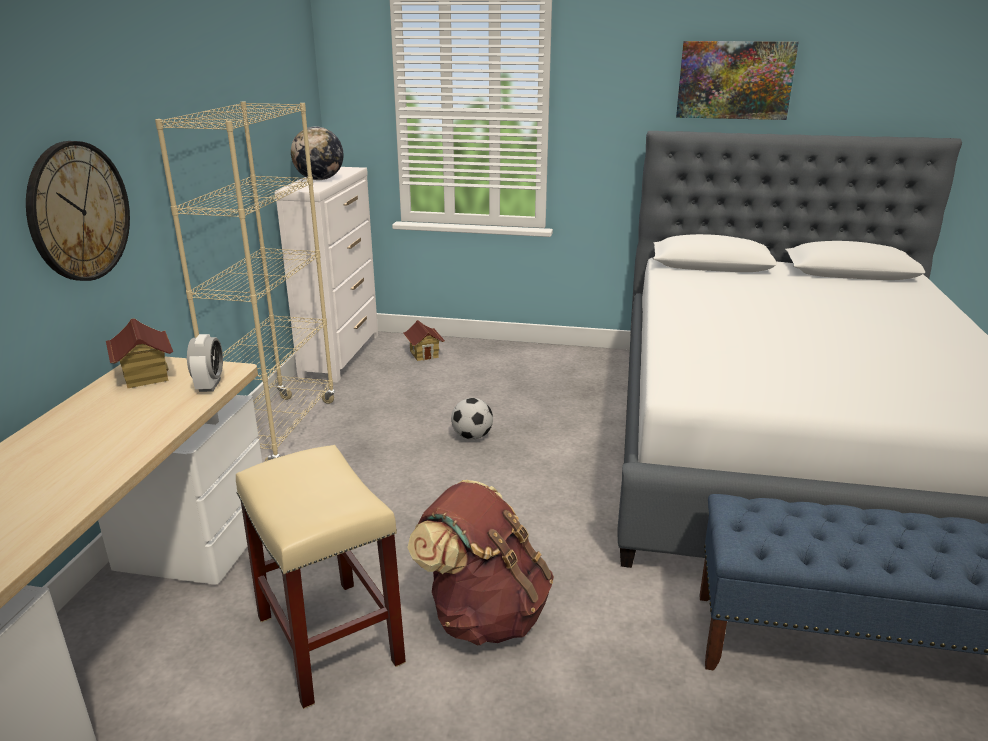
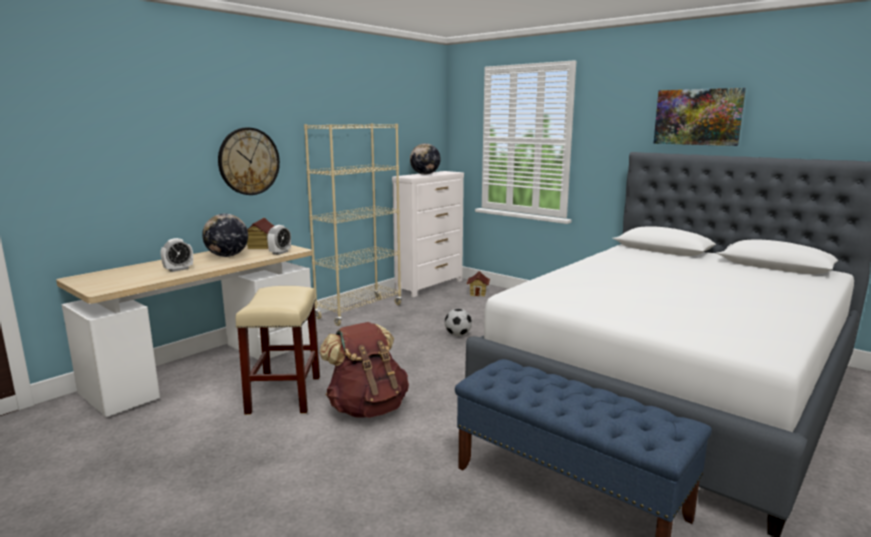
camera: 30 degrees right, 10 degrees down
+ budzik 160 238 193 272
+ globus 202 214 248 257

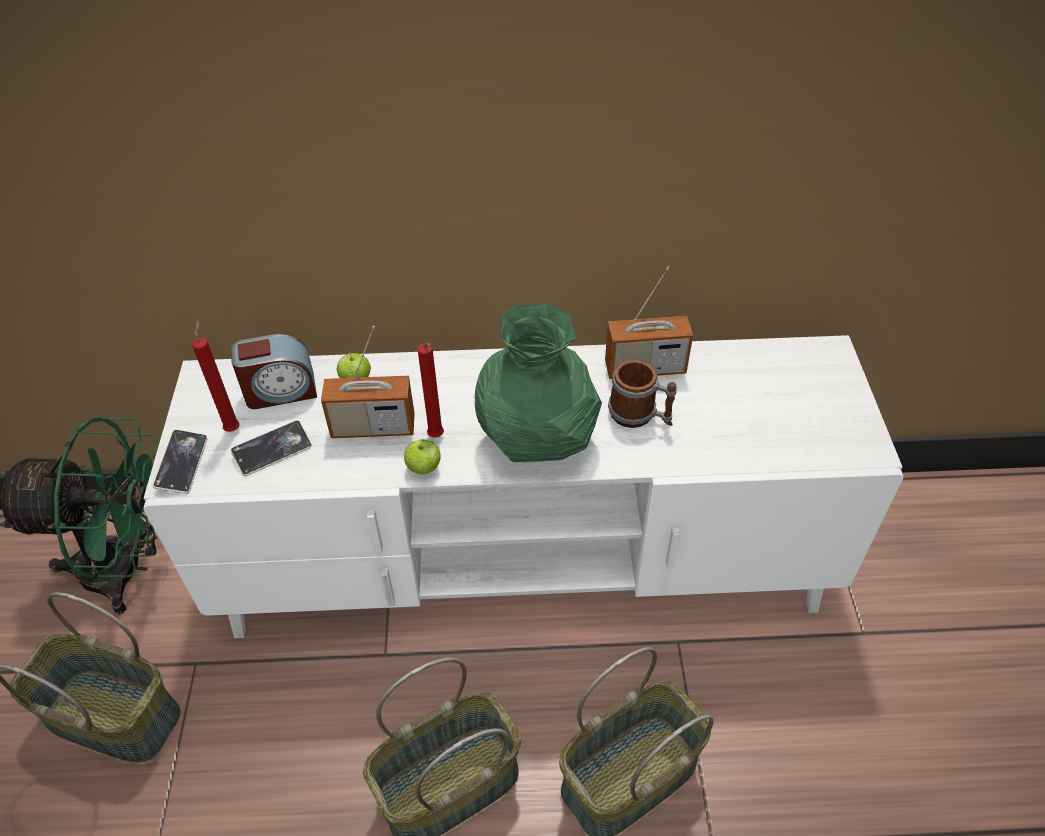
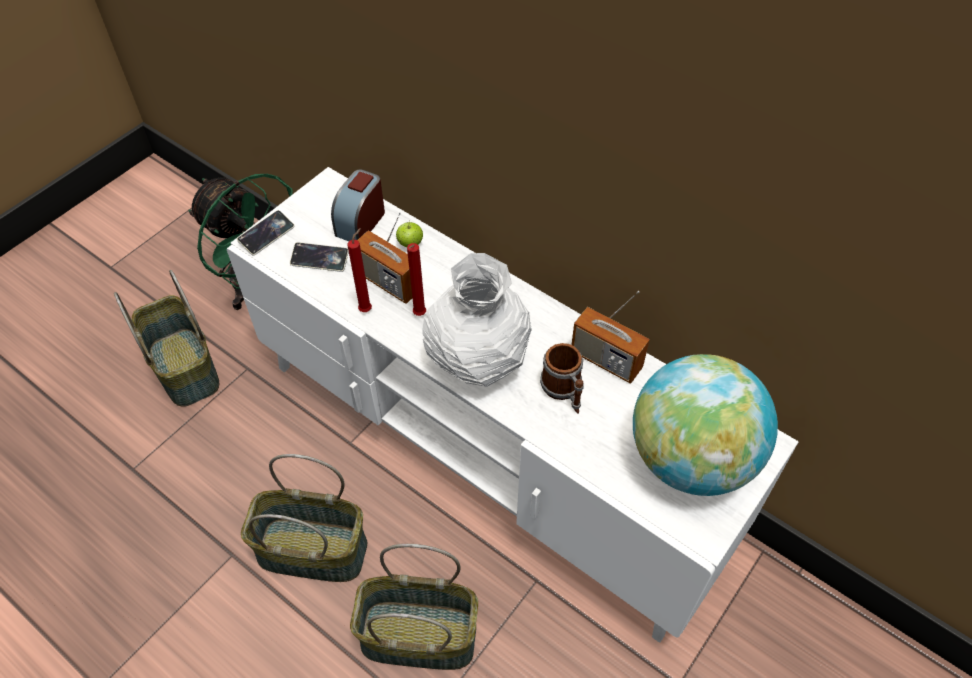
camera: 40 degrees right, 5 degrees up
~ budzik 231 334 317 409 = 331 170 385 241 90 degrees clockwise
~ świeca [czerwony] 192 321 240 432 to 348 228 372 312
~ wazon [zielony] 475 303 602 463 to wazon [biały] 422 253 532 387
+ globus 633 354 778 496
- jabłko 404 440 441 474

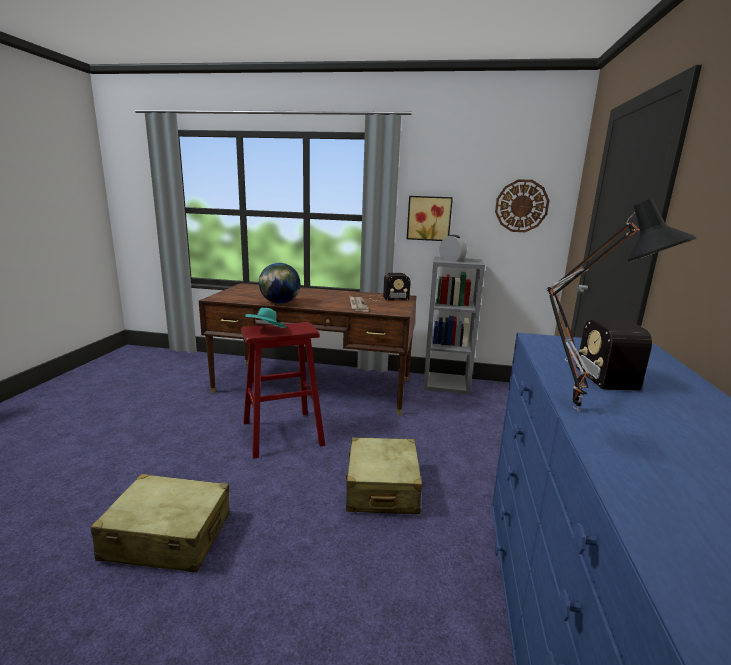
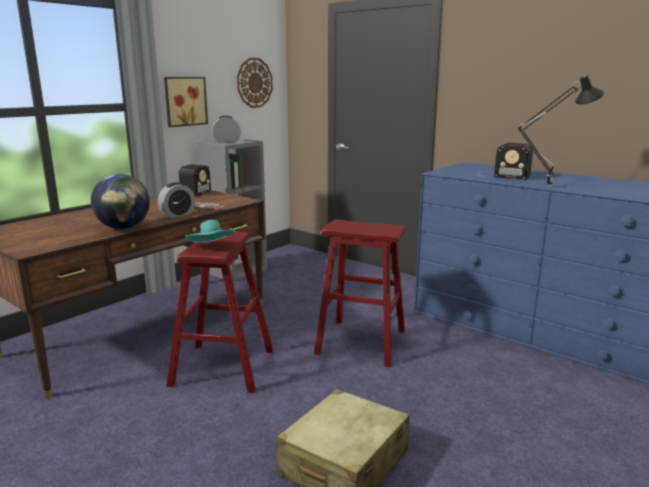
camera: 60 degrees left, 0 degrees up
+ budzik 158 182 195 218
~ walizka [beżowy] 346 437 422 514 to stołek [czerwony] 314 220 406 367

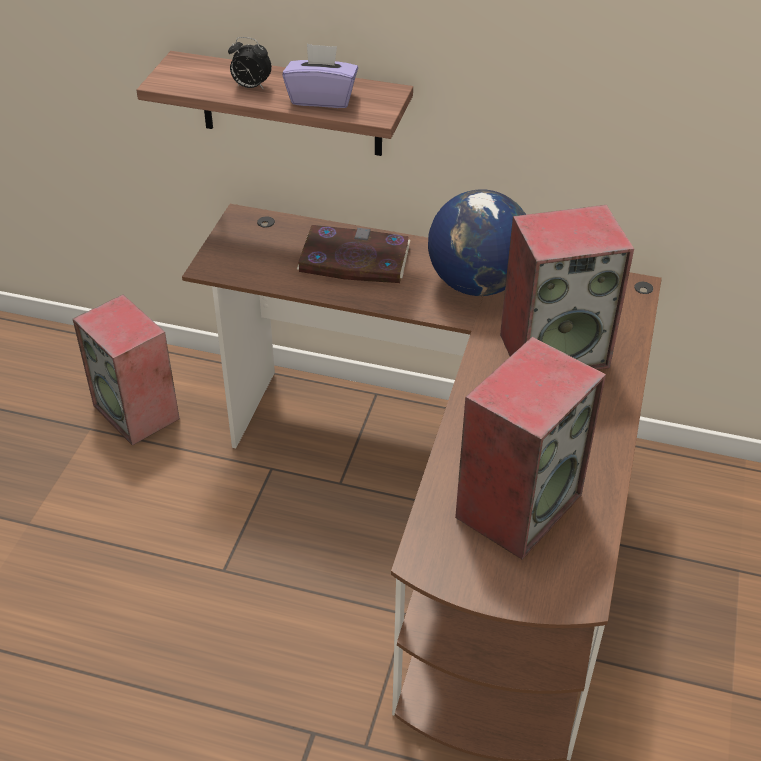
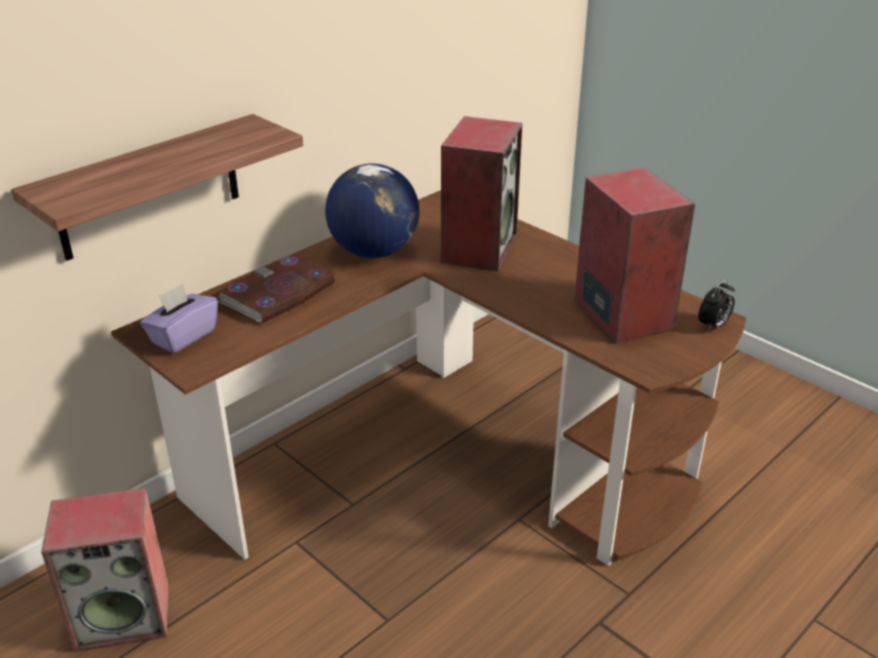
camera: 60 degrees left, 10 degrees down
~ pudełko chusteczek [fioletowy] 282 44 358 108 to 140 284 218 353
~ budzik 228 37 272 90 to 698 279 735 332

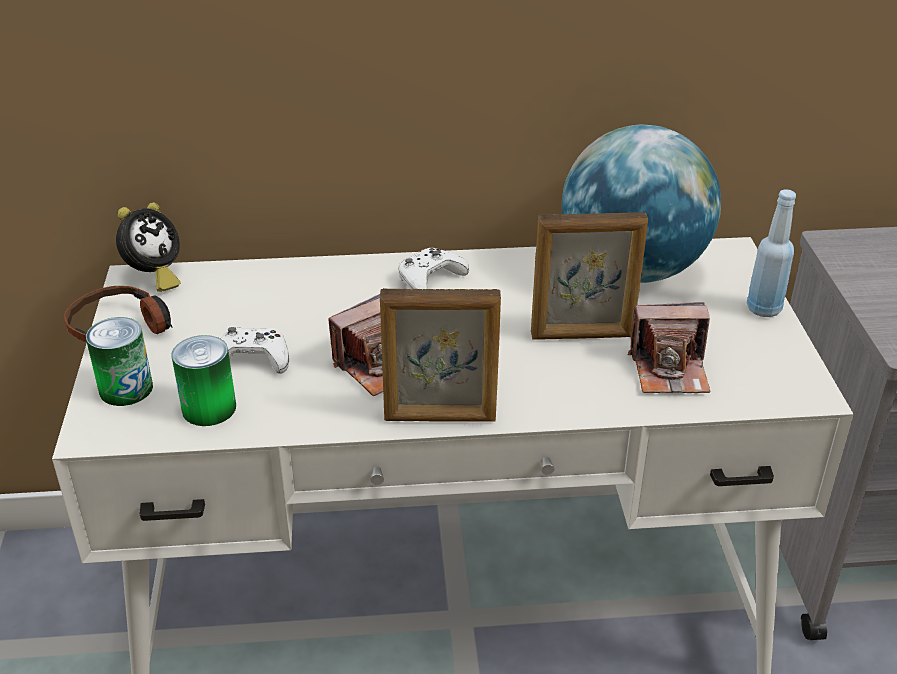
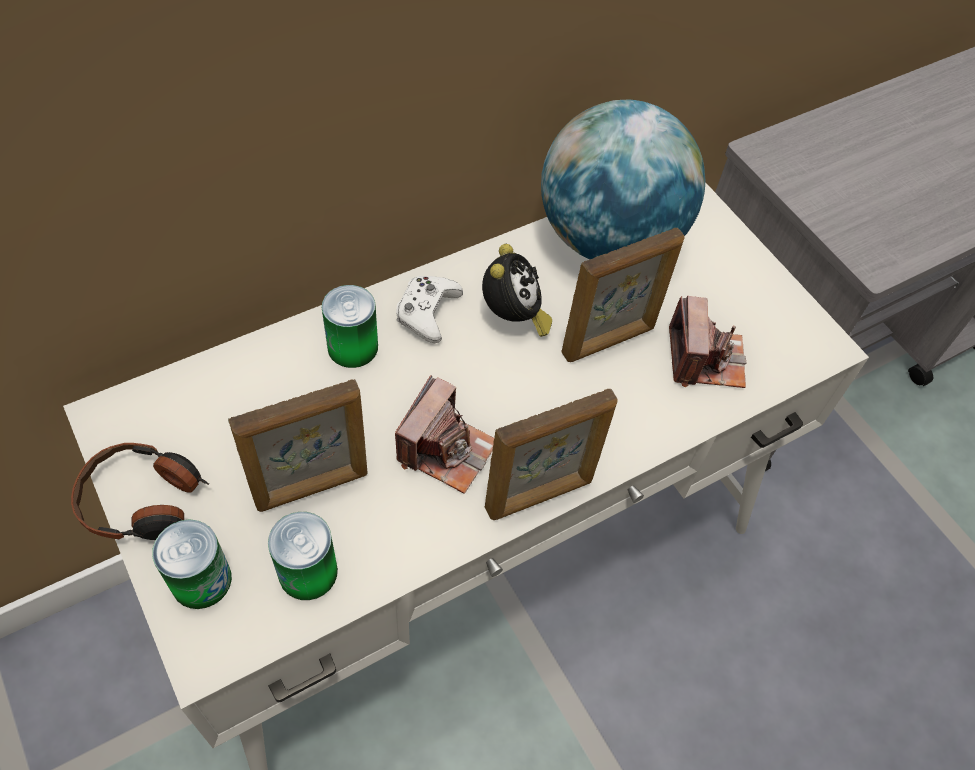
camera: 30 degrees left, 20 degrees up
~ pad do gier [biały] 220 327 289 374 to ramka na zdjęcie 228 379 367 512
+ puszka 322 285 378 368
~ budzik 116 203 180 292 to 482 244 552 337
~ aparat fotograficzny 628 302 711 393 = 669 296 747 388 60 degrees counterclockwise
- butelka [niebieski] 747 189 796 317

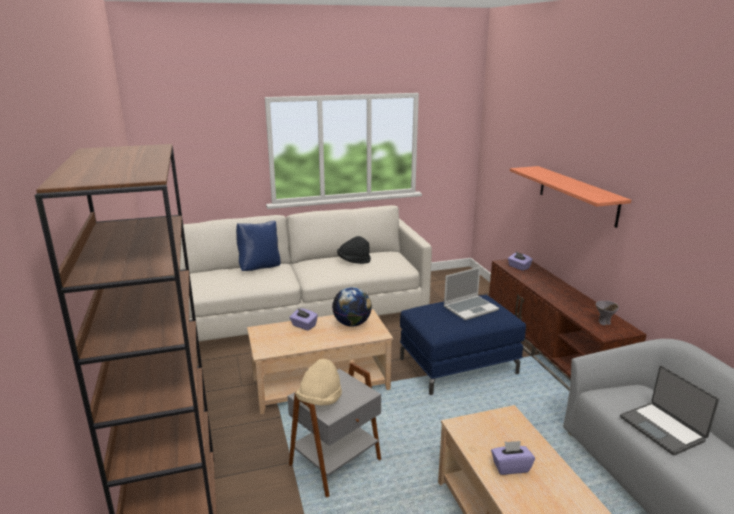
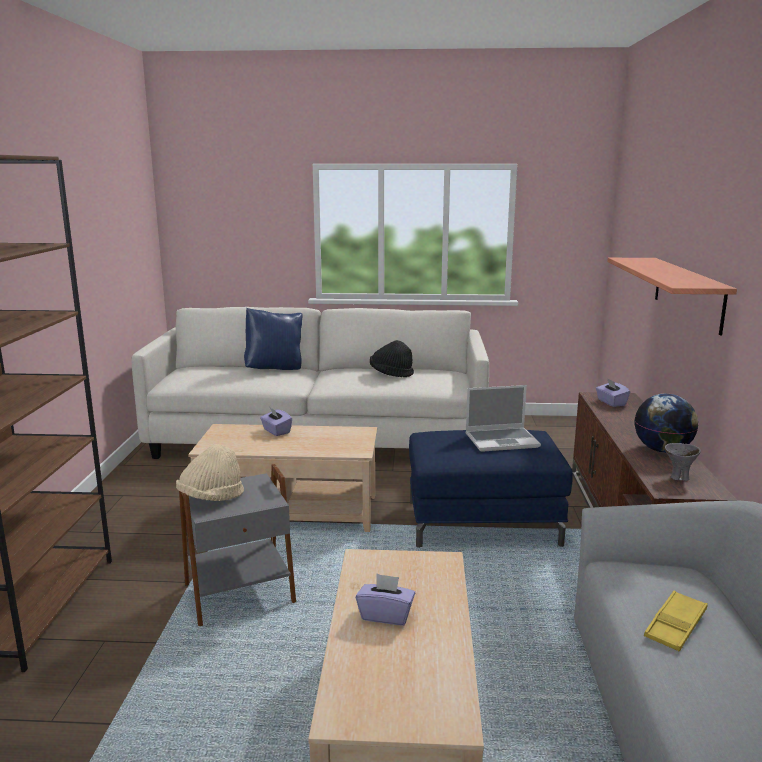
camera: 20 degrees right, 5 degrees down
~ globus 332 287 372 327 to 634 394 698 453
~ laptop 620 366 719 455 to taca [żółty] 644 591 708 651

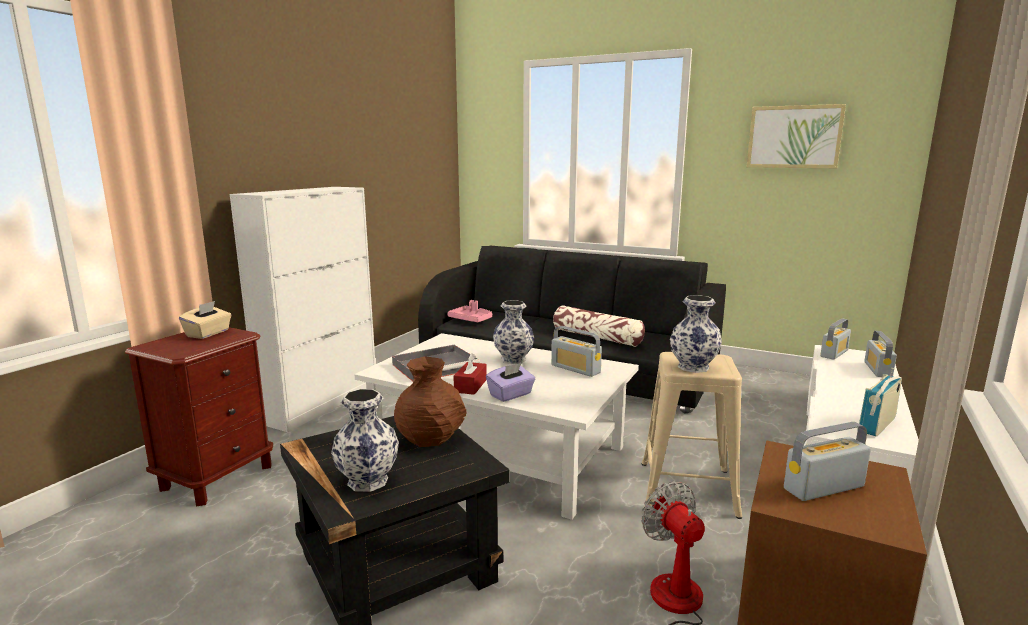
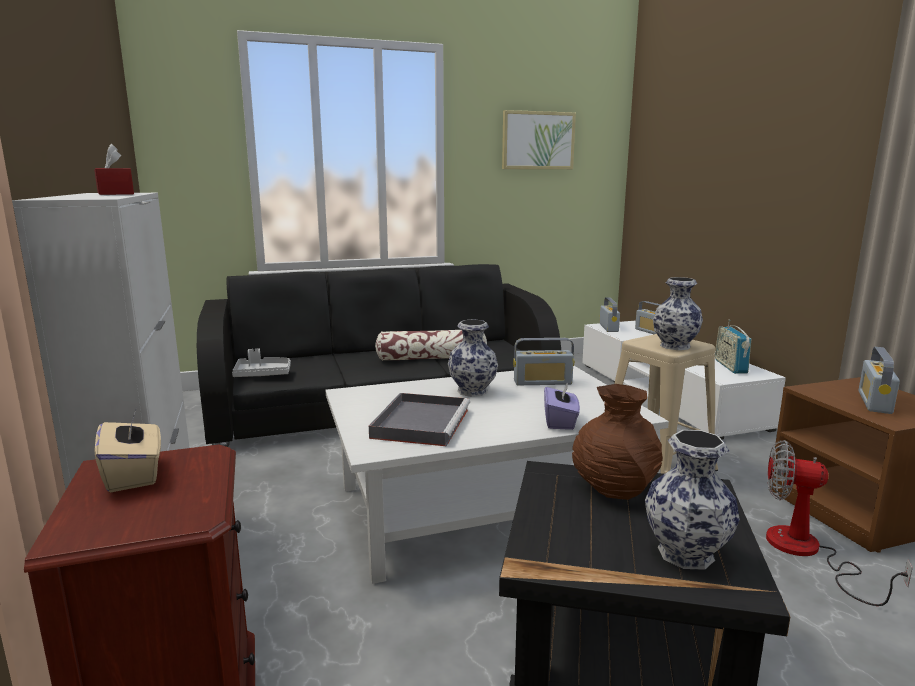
camera: 45 degrees left, 0 degrees up
~ pudełko chusteczek [czerwony] 453 353 487 395 to 94 144 134 195
~ taca [różowy] 447 300 492 322 to taca [szary] 232 349 291 377

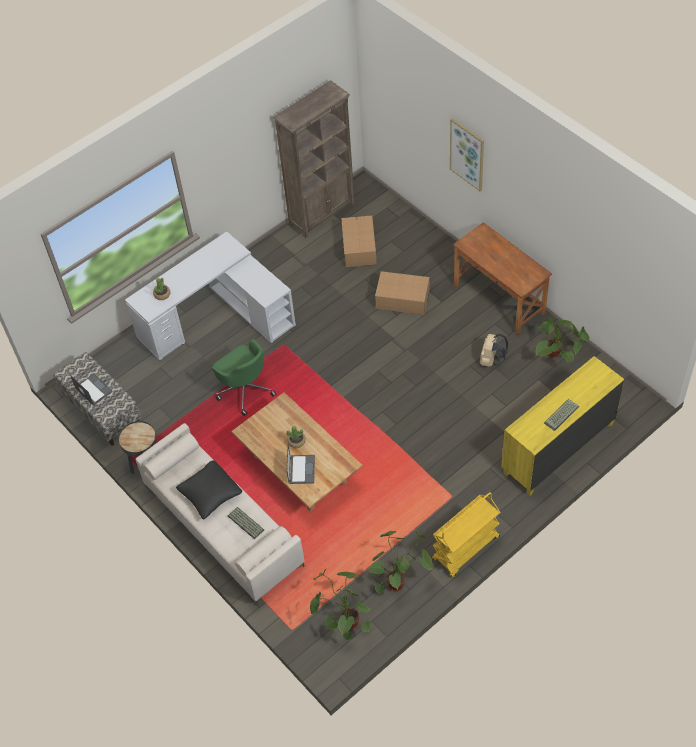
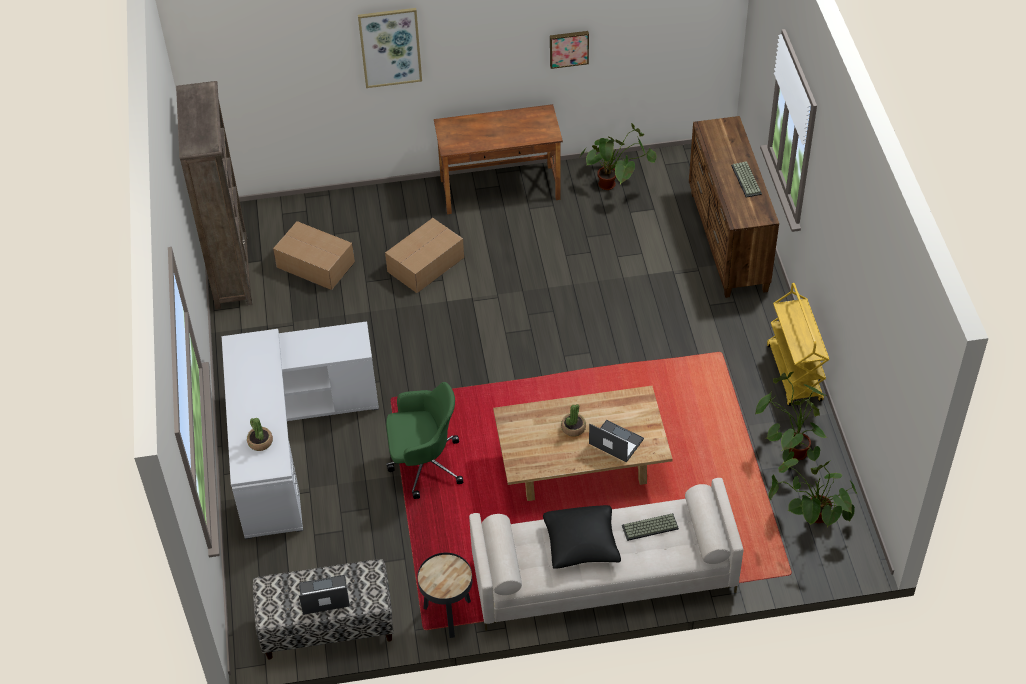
camera: 60 degrees left, 5 degrees down
+ obraz 550 31 589 69
~ komoda [żółty] 501 356 624 496 to komoda [brązowy] 689 116 779 298
- plecak [beżowy] 480 334 508 367

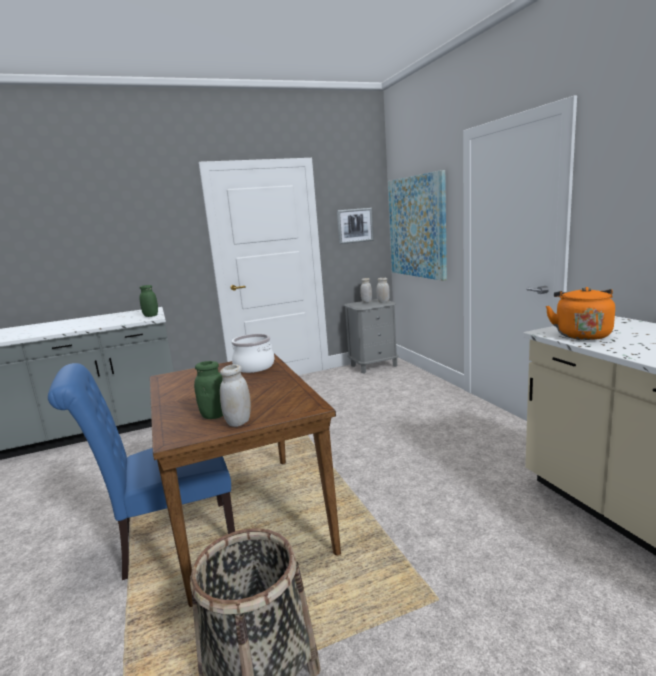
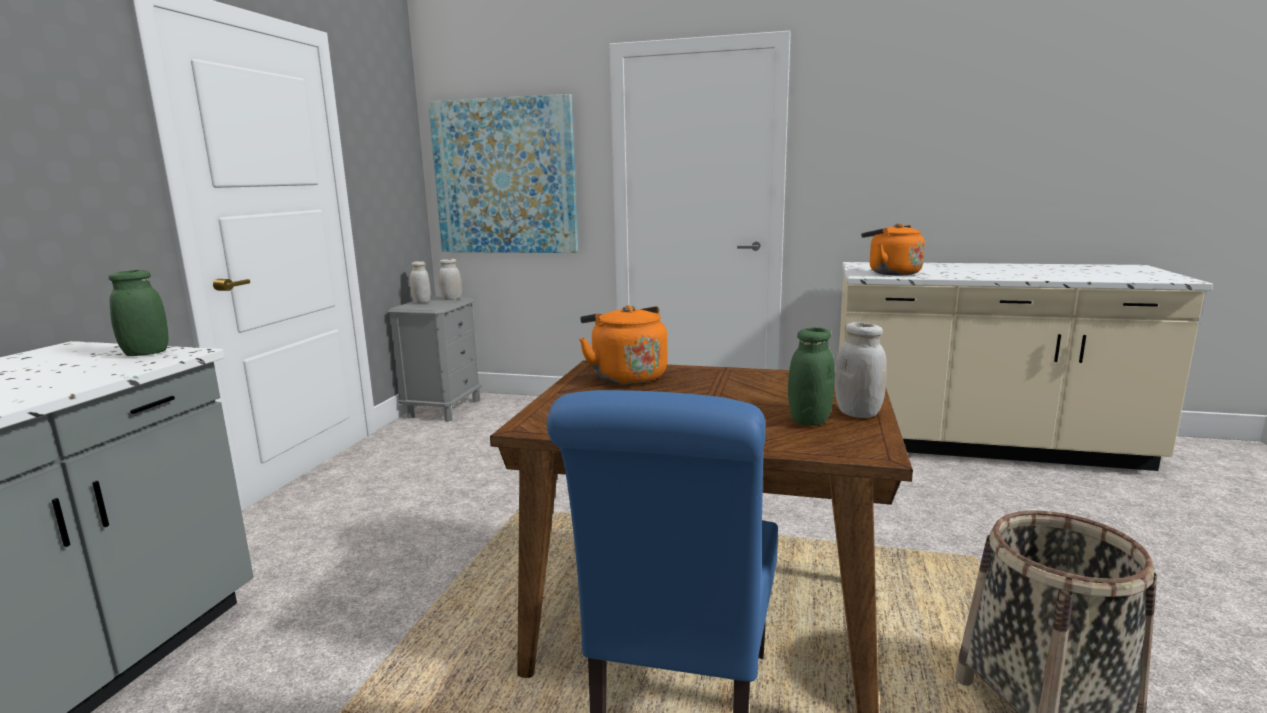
camera: 55 degrees left, 0 degrees up
~ garnek 231 334 275 373 to czajnik [pomarańczowy] 579 305 667 384
- obraz 337 208 374 244

